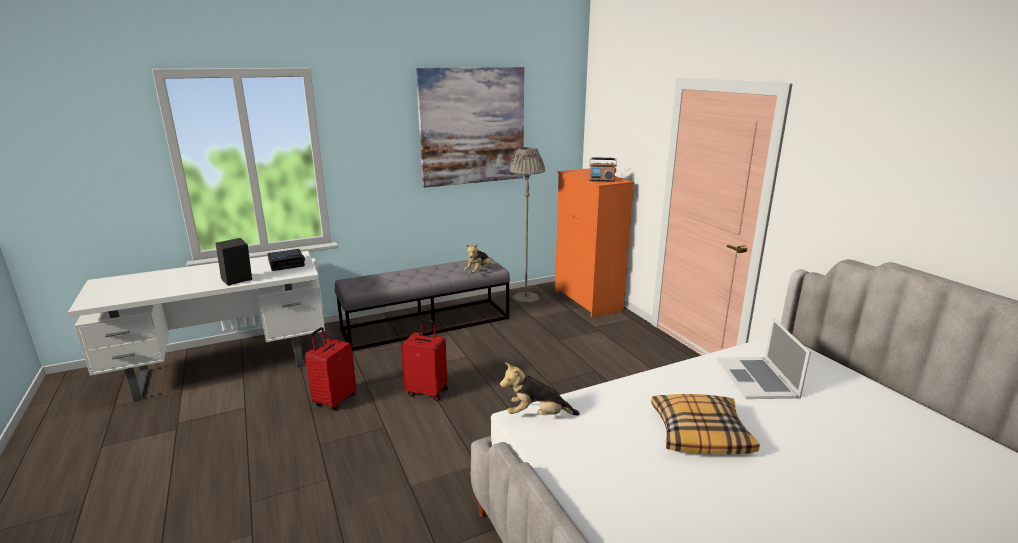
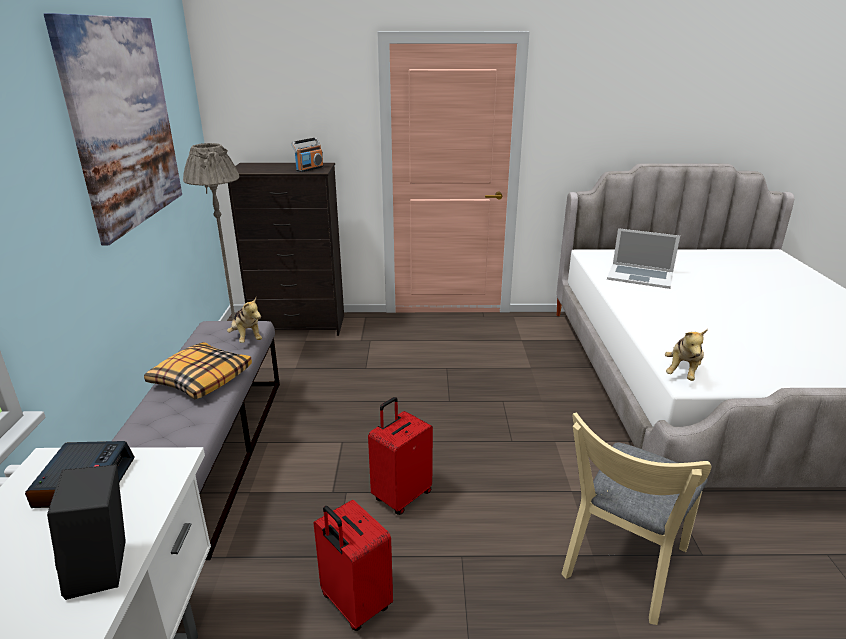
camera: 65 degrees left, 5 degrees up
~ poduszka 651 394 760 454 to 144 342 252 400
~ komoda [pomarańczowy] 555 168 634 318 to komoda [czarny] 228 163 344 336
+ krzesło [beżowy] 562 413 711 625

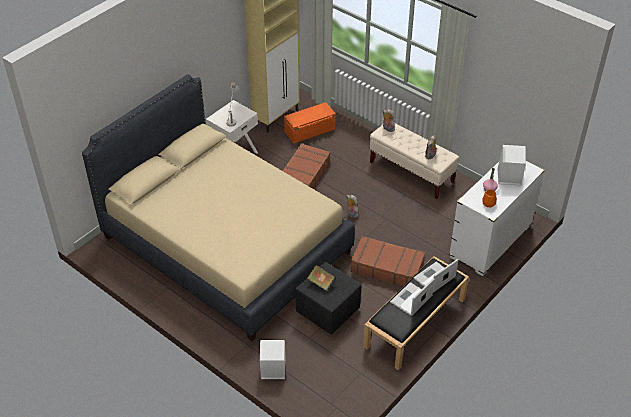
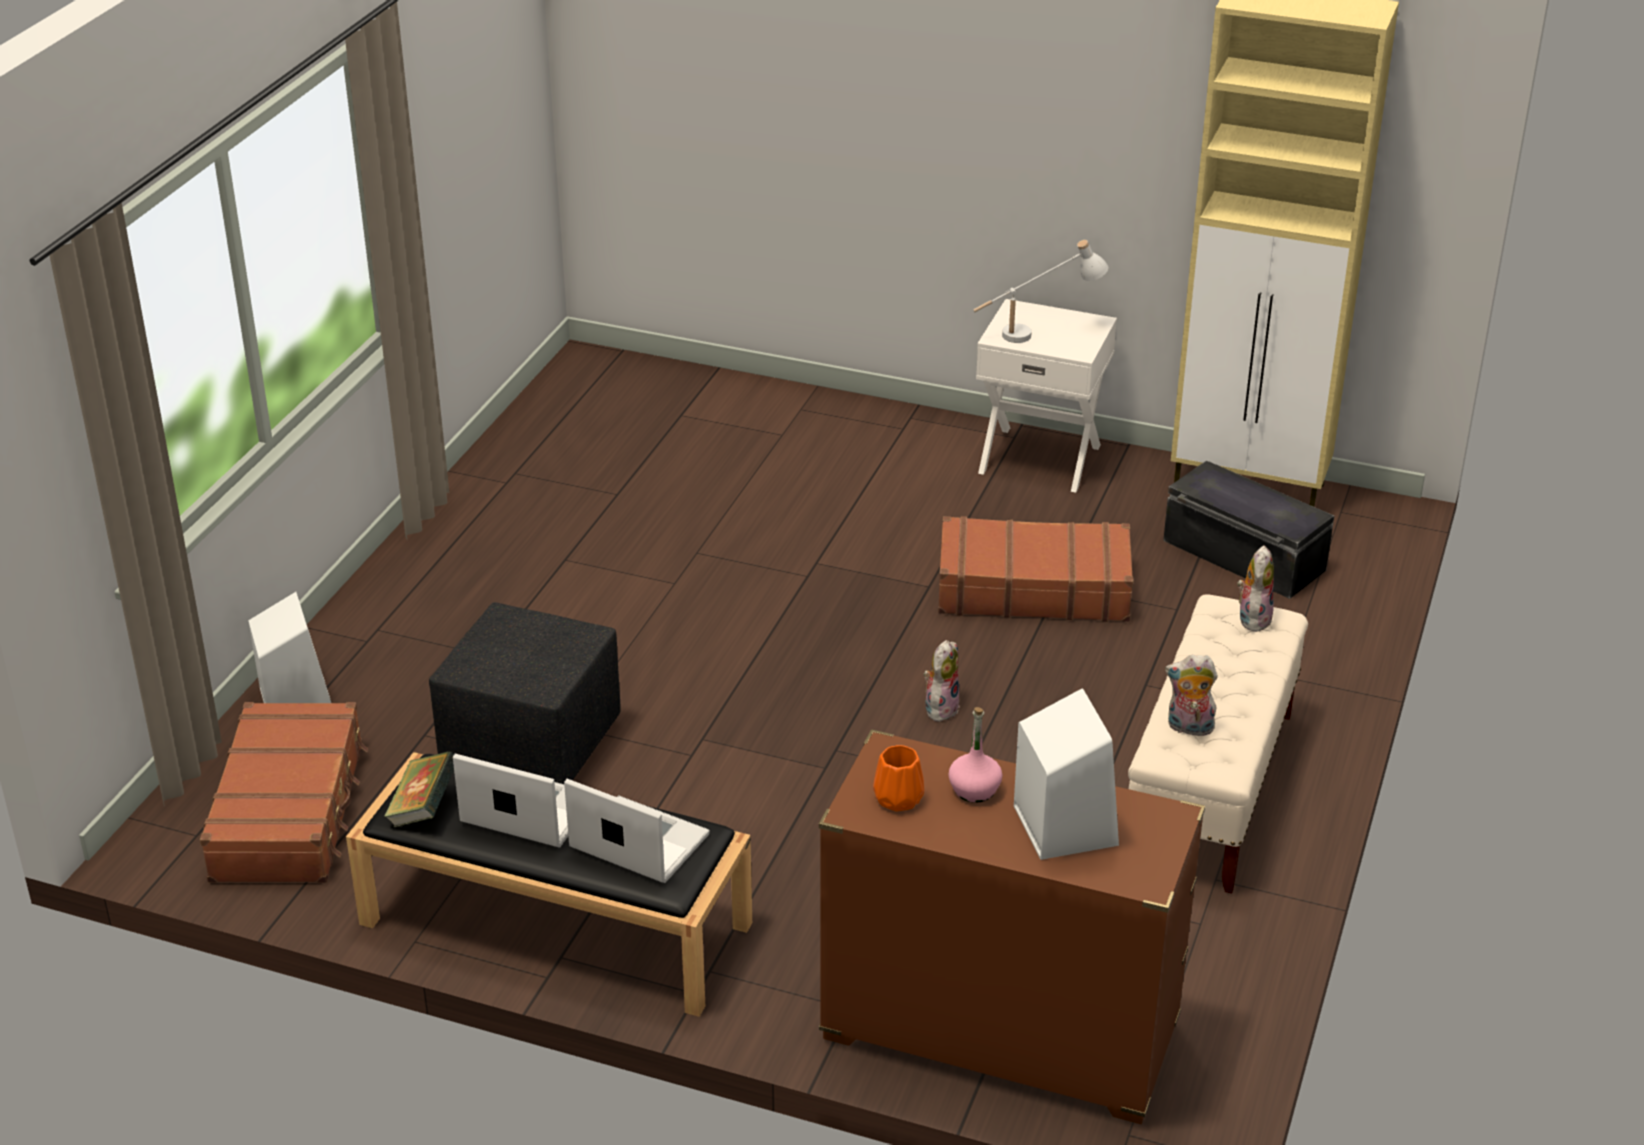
camera: 70 degrees right, 10 degrees down
~ walizka [brązowy] 350 236 426 286 to 200 702 368 883
~ książka 307 265 336 291 to 384 751 454 828
~ komoda [biały] 449 161 545 276 to komoda [brązowy] 819 729 1205 1124
~ pojemnik do przechowywania [pomarańczowy] 284 102 336 143 to pojemnik do przechowywania [czarny] 1163 460 1334 599
- łóżko [beżowy] 82 74 355 341

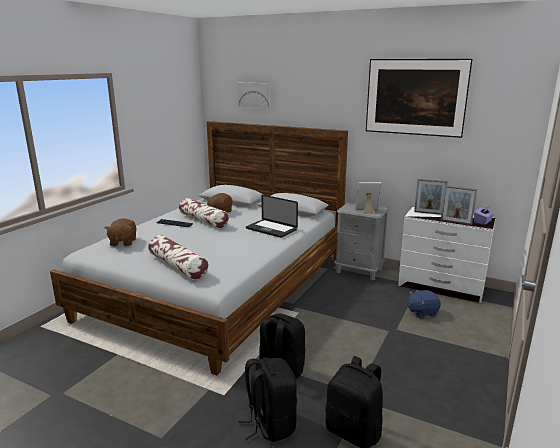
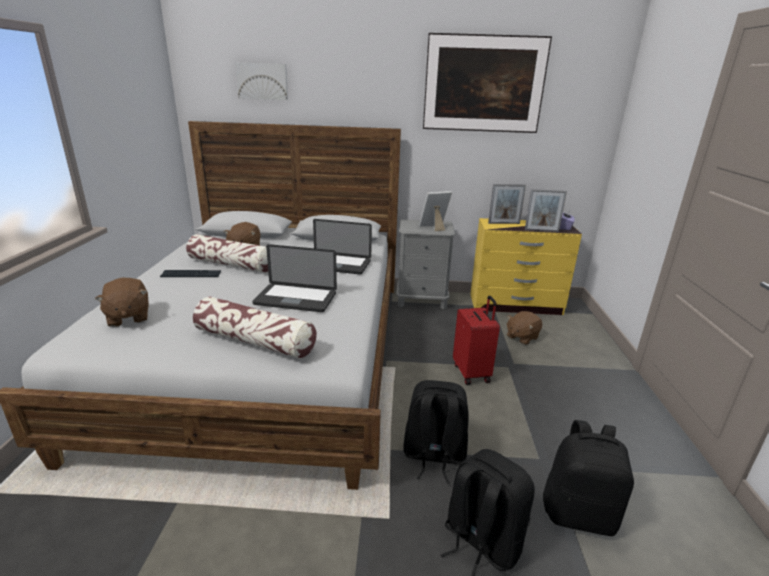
camera: 25 degrees left, 5 degrees up
+ laptop 252 244 337 312
+ walizka [czerwony] 453 296 500 385
~ komoda [biały] 398 207 496 303 to komoda [żółty] 470 218 582 315
~ pluszak [niebieski] 407 290 441 318 to pluszak [brązowy] 507 311 542 345

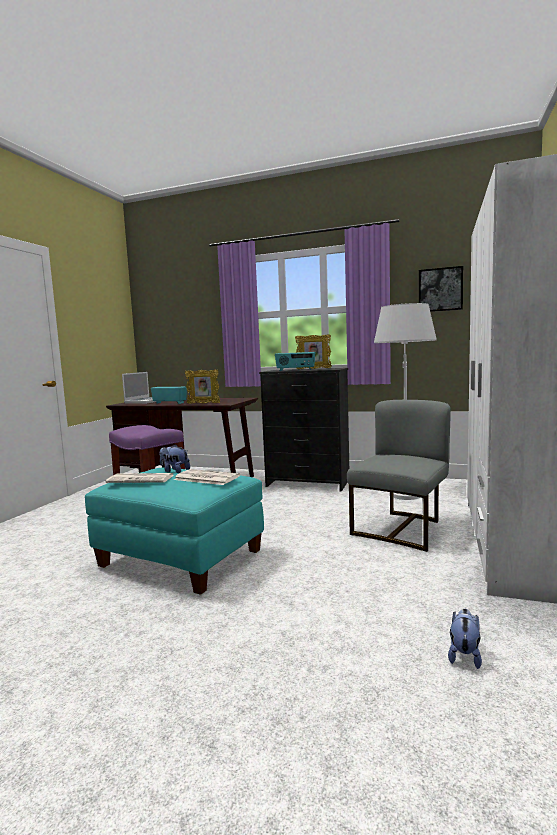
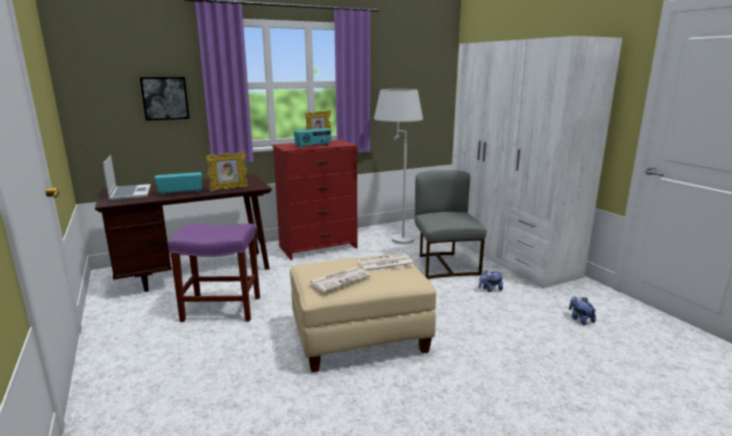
camera: 45 degrees left, 10 degrees up
~ obraz 419 266 463 312 to 140 77 190 121
~ komoda [czarny] 259 368 349 492 to komoda [czerwony] 272 140 358 260
~ pufa [turkusowy] 85 468 264 595 to pufa [beżowy] 290 254 436 373
~ pluszak 160 444 190 473 to 479 270 503 292

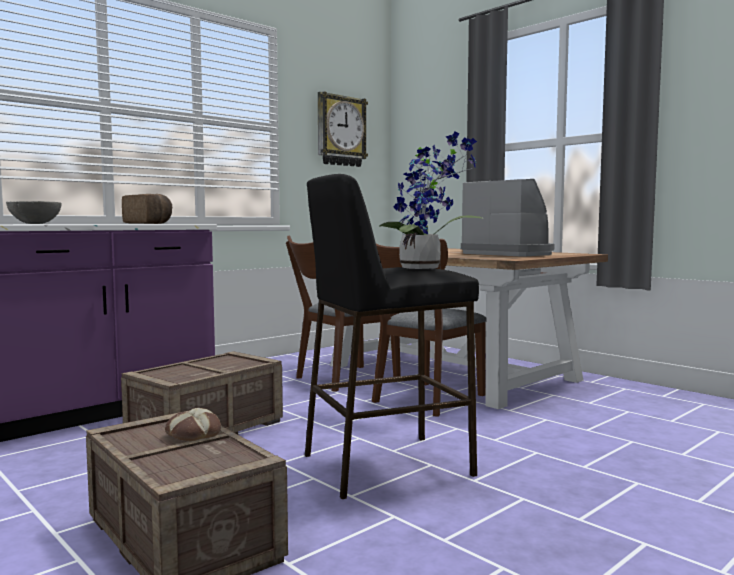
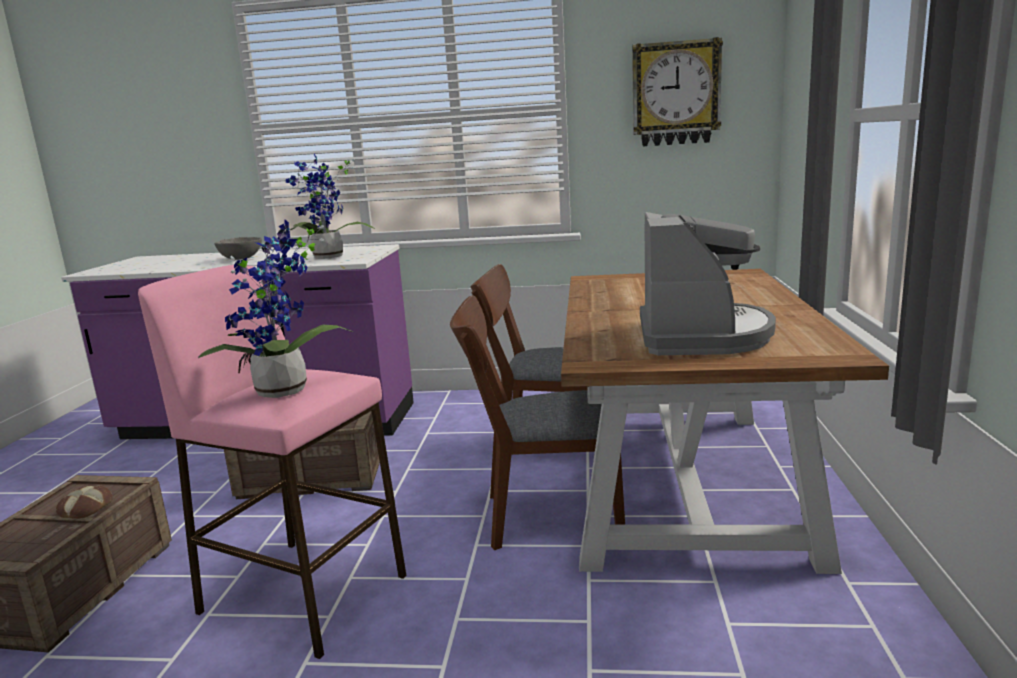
camera: 50 degrees right, 10 degrees up
~ stołek [czarny] 305 174 479 499 to stołek [różowy] 138 265 407 659
~ chleb 122 194 172 224 to roślina doniczkowa 286 153 375 259

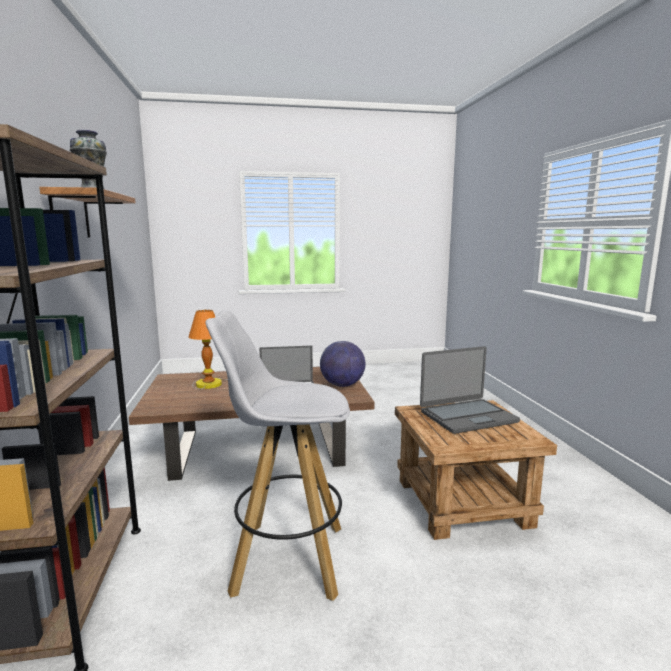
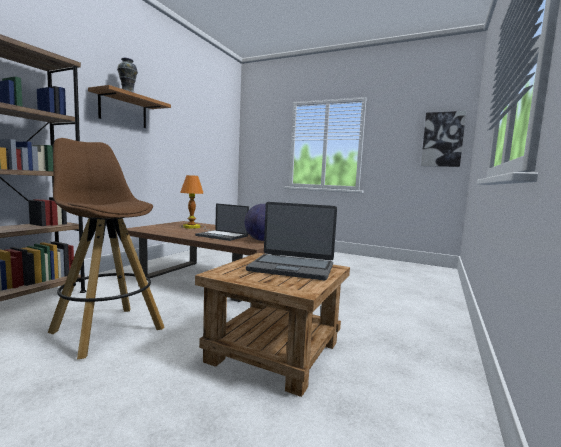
camera: 35 degrees right, 5 degrees down
~ stołek [biały] 205 310 350 601 to stołek [brązowy] 48 138 164 359
+ obraz 421 111 466 167

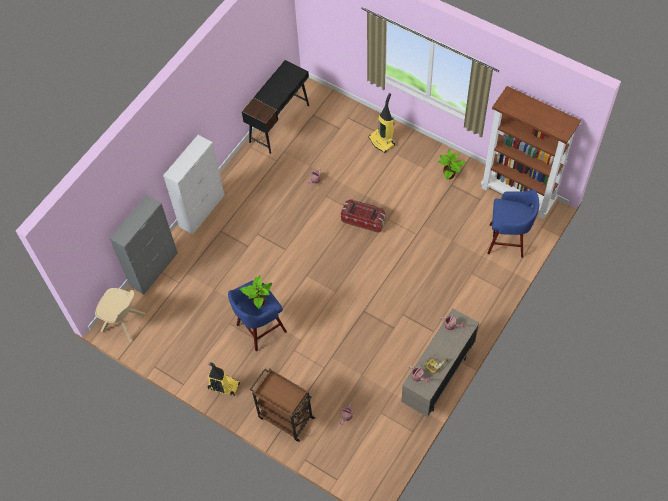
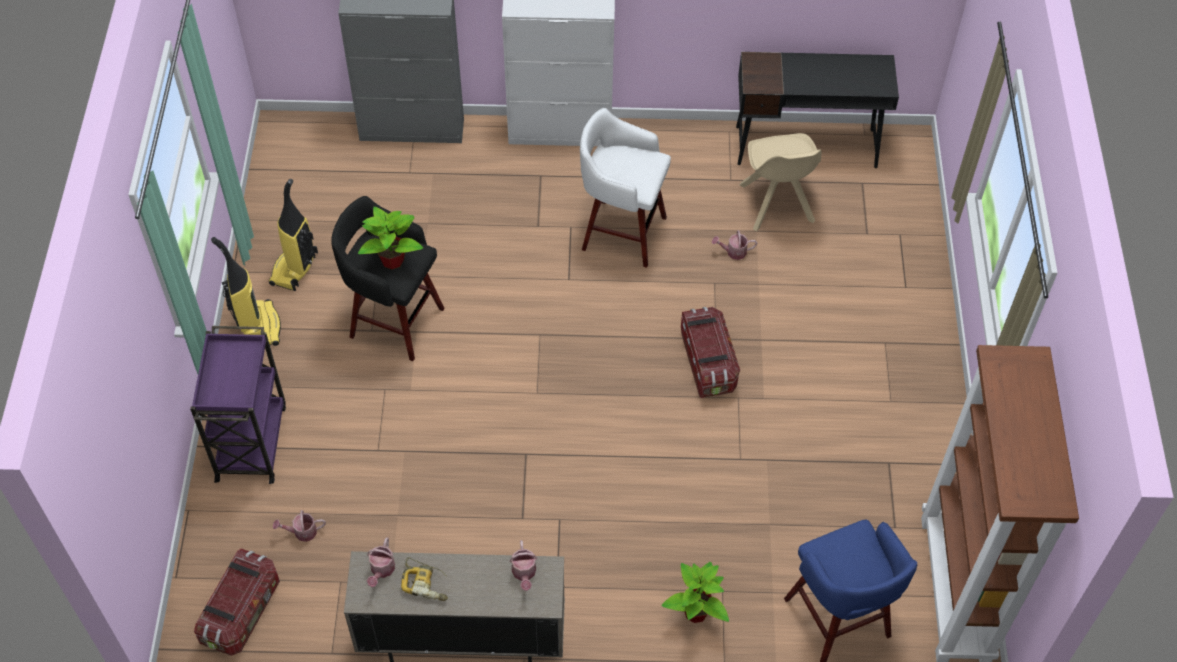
camera: 55 degrees right, 5 degrees down
~ wózek [brązowy] 250 369 316 442 to wózek [fioletowy] 190 326 286 484
+ pojemnik do przechowywania 194 548 280 656
~ odkurzacz 368 93 395 153 to 269 179 318 291
~ stołek [niebieski] 228 281 287 352 to stołek [czarny] 331 196 445 361
+ stołek [biały] 580 108 671 268
~ roślina doniczkowa 438 150 466 180 to 662 562 729 623
~ krzesło [beżowy] 95 288 146 342 to 739 133 822 232

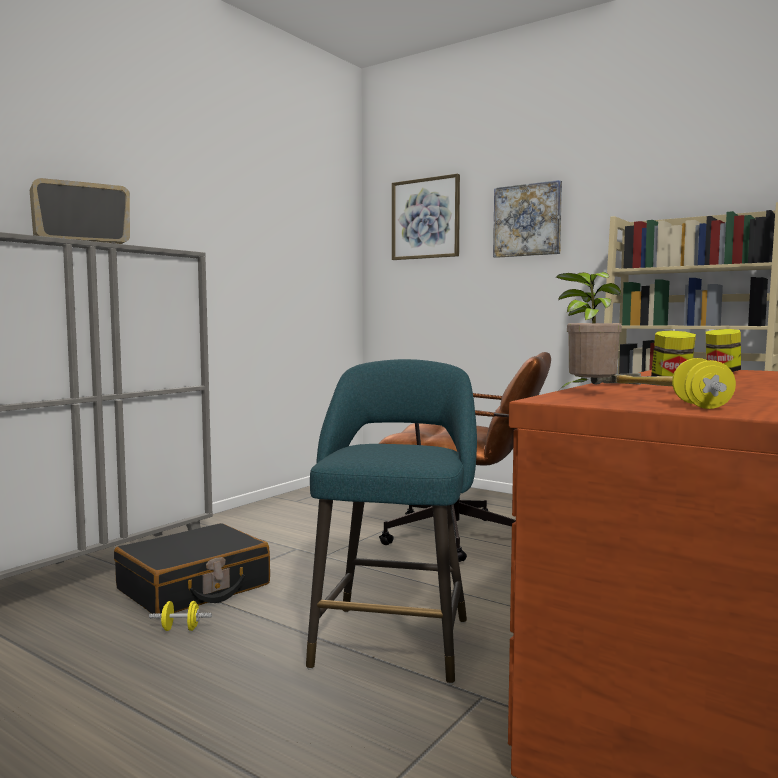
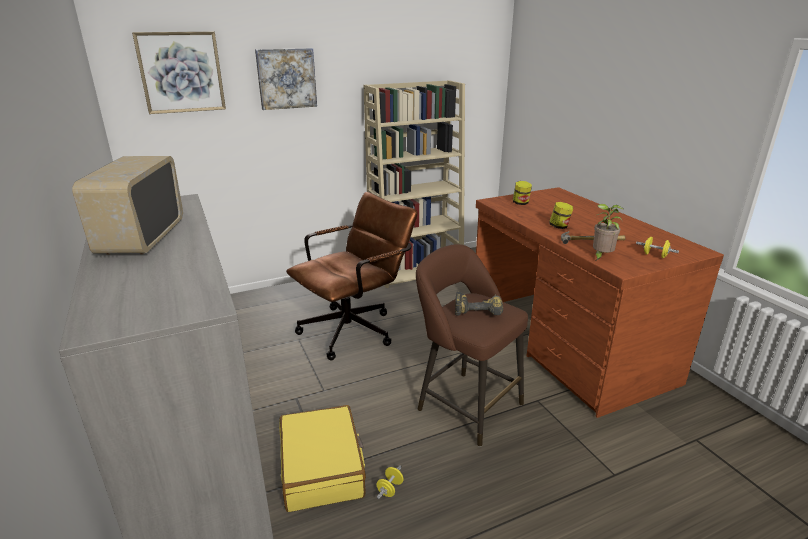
camera: 60 degrees left, 20 degrees up
~ walizka [czarny] 114 523 270 614 to walizka [żółty] 279 405 366 512
~ stołek [turkusowy] 306 359 477 684 to stołek [brązowy] 416 244 528 447
+ wiertarka 455 292 503 316

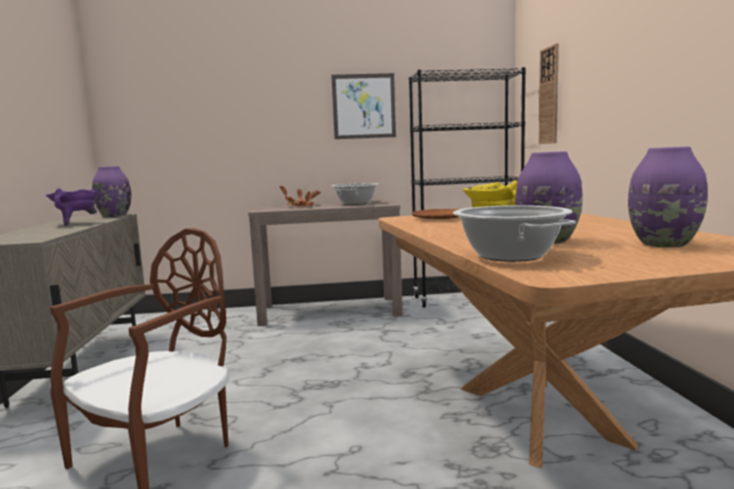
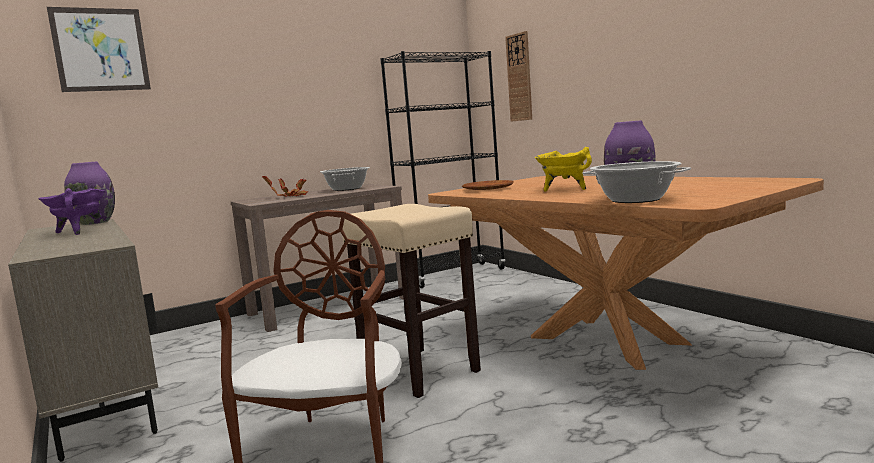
camera: 25 degrees left, 0 degrees up
~ obraz 331 73 396 139 to 47 7 151 92
+ stołek [beżowy] 342 204 481 398
- wazon [fioletowy] 628 147 708 247

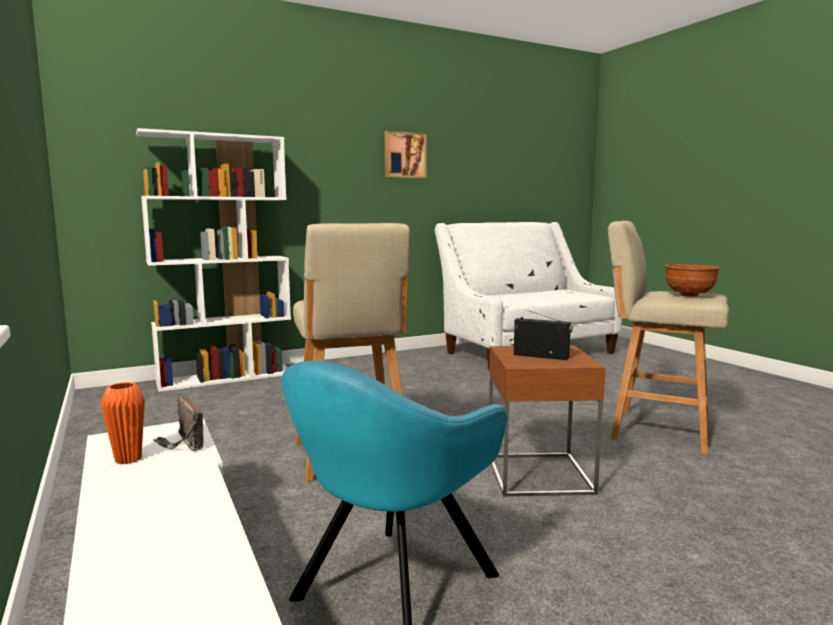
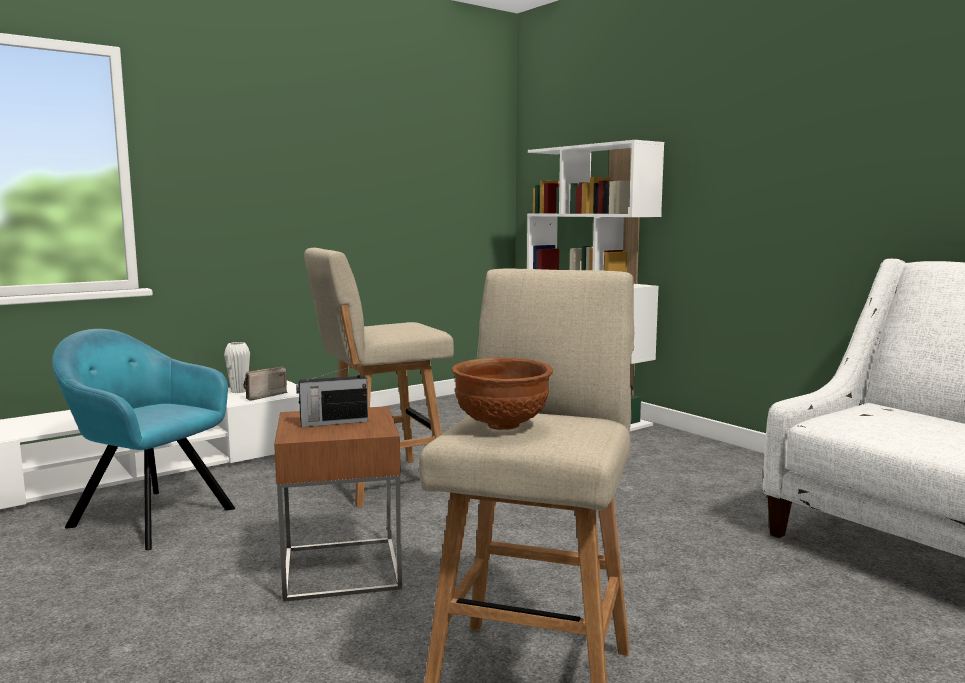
camera: 80 degrees right, 0 degrees up
~ wazon [pomarańczowy] 101 382 145 464 to wazon [biały] 224 342 250 393
~ radio 514 309 573 360 = 296 365 368 427 60 degrees clockwise
- obraz 385 131 427 178

